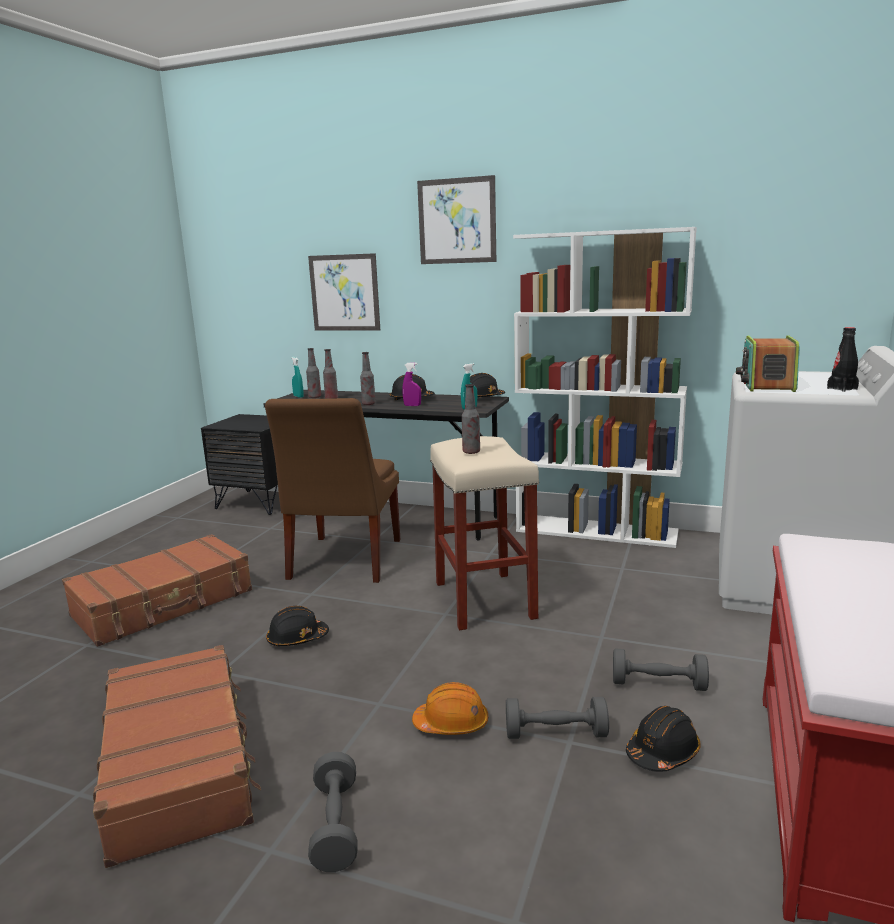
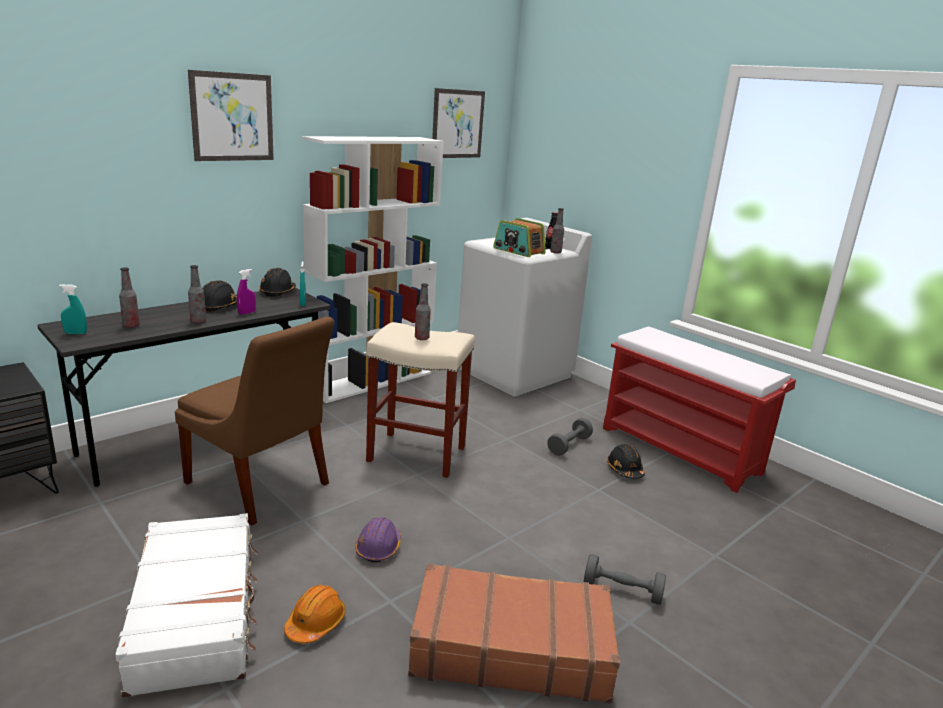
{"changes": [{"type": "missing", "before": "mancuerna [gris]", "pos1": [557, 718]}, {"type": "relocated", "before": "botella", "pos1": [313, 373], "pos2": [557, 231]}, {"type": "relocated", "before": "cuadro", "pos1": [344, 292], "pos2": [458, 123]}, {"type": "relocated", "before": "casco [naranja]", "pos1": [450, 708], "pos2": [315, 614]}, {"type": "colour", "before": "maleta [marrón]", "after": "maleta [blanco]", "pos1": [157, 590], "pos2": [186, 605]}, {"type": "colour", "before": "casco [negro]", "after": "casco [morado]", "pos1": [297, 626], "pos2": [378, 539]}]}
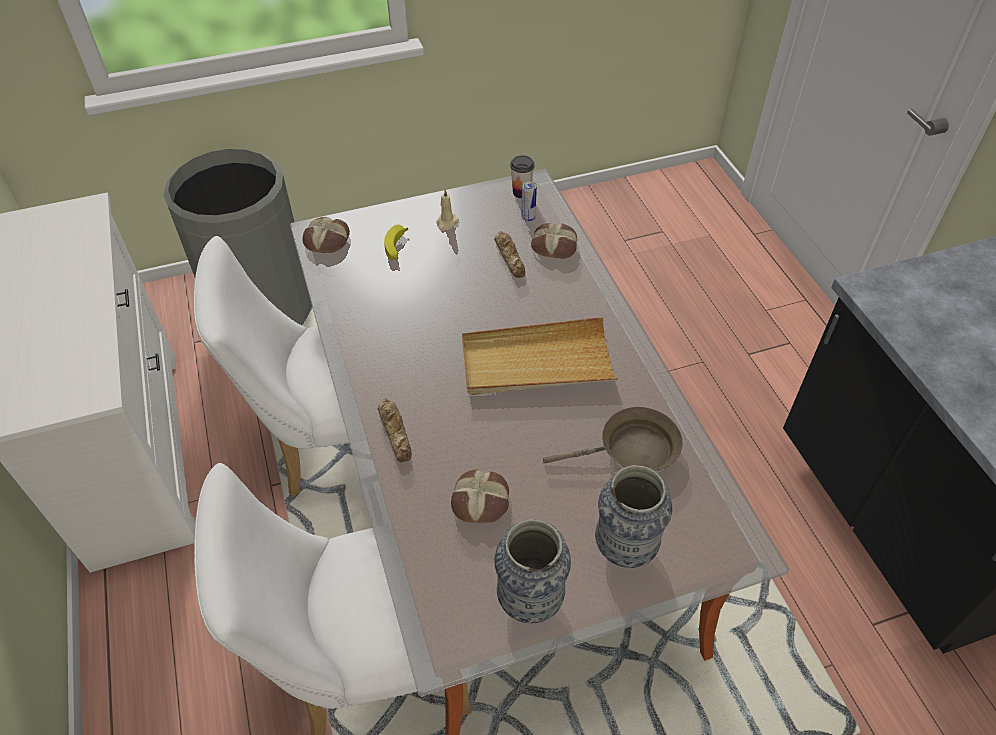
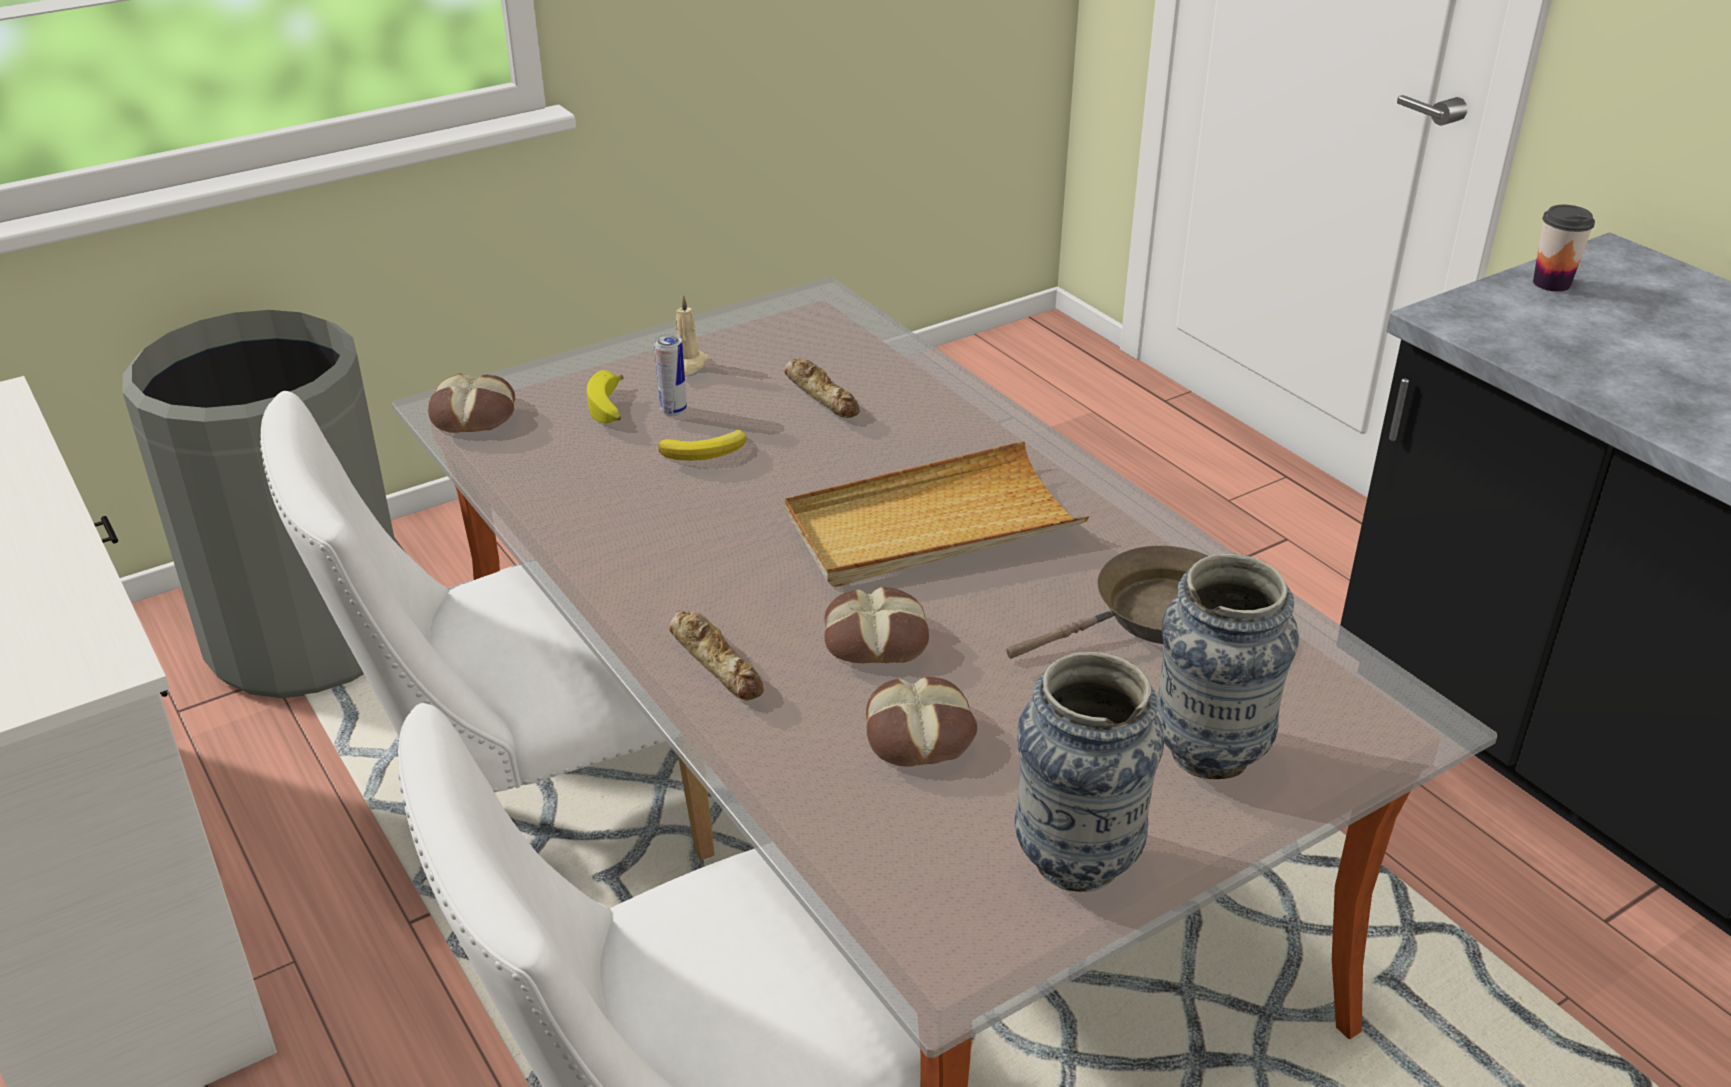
{"changes": [{"type": "appeared", "after": "plátano", "pos2": [702, 445]}, {"type": "relocated", "before": "taza", "pos1": [522, 176], "pos2": [1564, 248]}, {"type": "relocated", "before": "lata", "pos1": [529, 201], "pos2": [670, 375]}, {"type": "relocated", "before": "pan", "pos1": [554, 241], "pos2": [876, 625]}]}
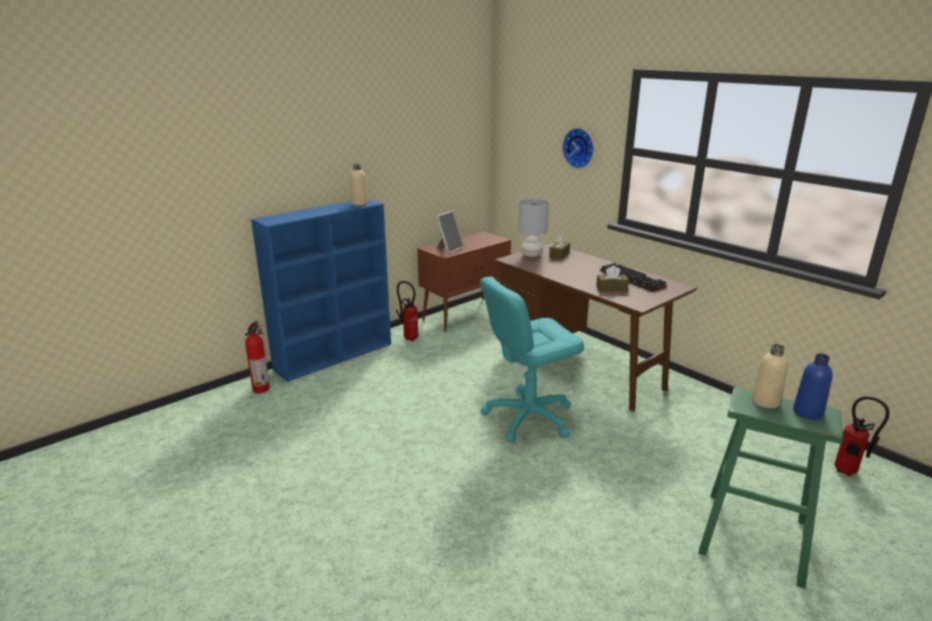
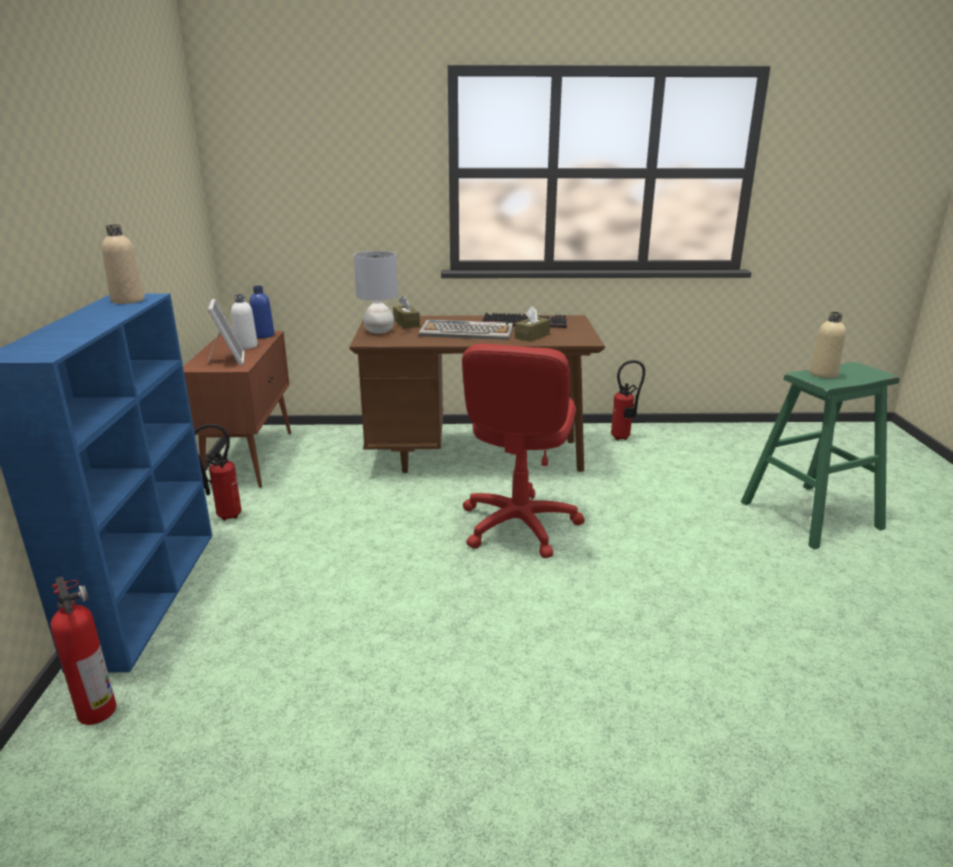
{"changes": [{"type": "missing", "before": "reloj de pared", "pos1": [578, 148]}, {"type": "appeared", "after": "botella [blanco]", "pos2": [244, 321]}, {"type": "appeared", "after": "teclado", "pos2": [466, 330]}, {"type": "relocated", "before": "botella [azul]", "pos1": [813, 386], "pos2": [262, 312]}, {"type": "relocated", "before": "extintor", "pos1": [861, 436], "pos2": [628, 400]}, {"type": "colour", "before": "silla de oficina [turquesa]", "after": "silla de oficina [rojo]", "pos1": [532, 359], "pos2": [523, 451]}]}
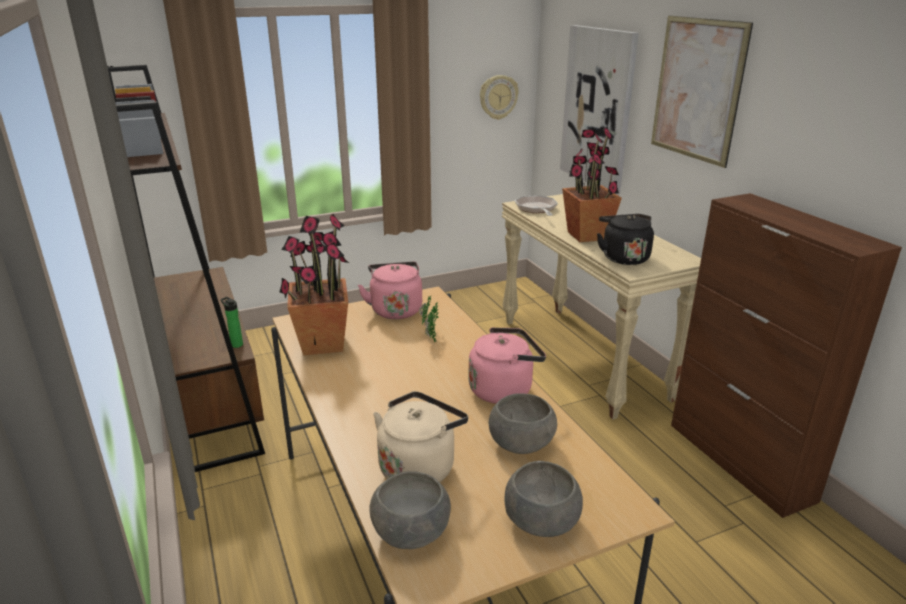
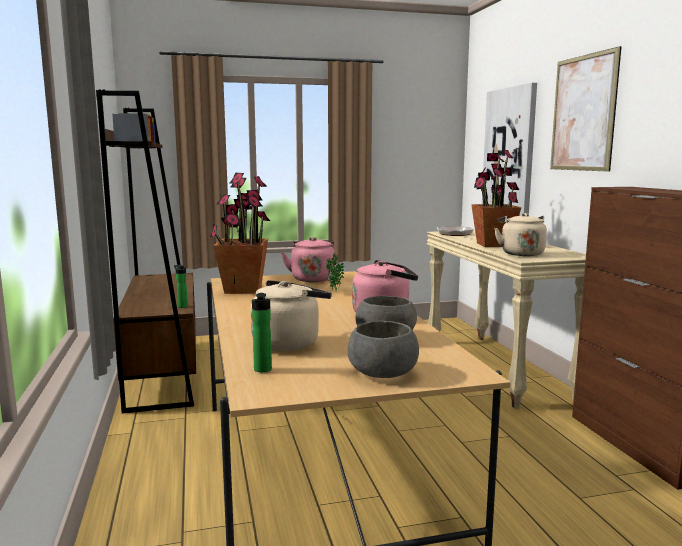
{"changes": [{"type": "missing", "before": "reloj de pared", "pos1": [499, 97]}, {"type": "exchanged", "before": "cuenco [gris]", "after": "botella", "pos1": [410, 510], "pos2": [262, 332]}, {"type": "colour", "before": "hervidor [negro]", "after": "hervidor [beis]", "pos1": [625, 239], "pos2": [520, 234]}]}
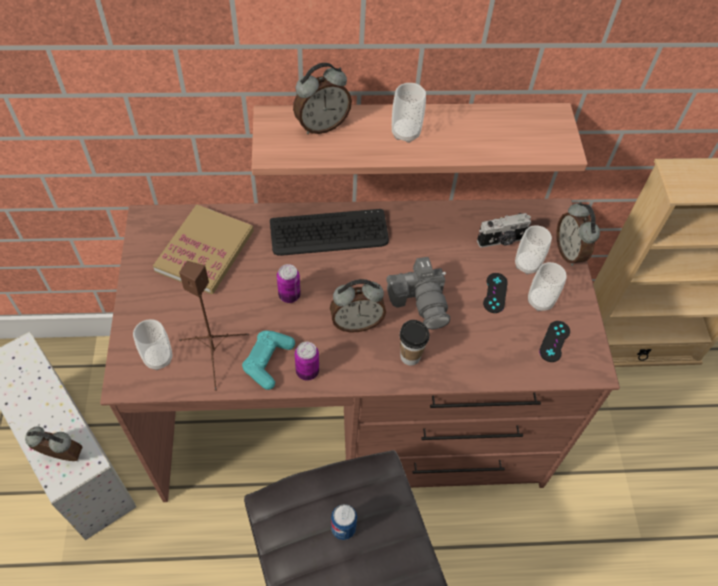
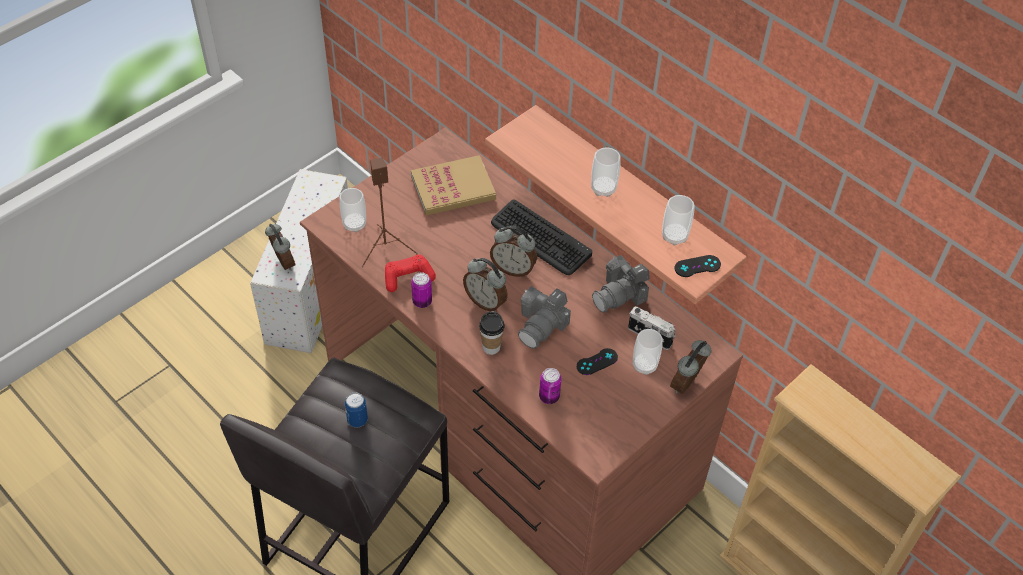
{"changes": [{"type": "appeared", "after": "cámara", "pos2": [621, 284]}, {"type": "relocated", "before": "lata", "pos1": [289, 283], "pos2": [550, 386]}, {"type": "relocated", "before": "despertador", "pos1": [322, 98], "pos2": [513, 251]}, {"type": "relocated", "before": "taza", "pos1": [547, 286], "pos2": [678, 220]}, {"type": "relocated", "before": "mando de consola [negro]", "pos1": [554, 341], "pos2": [698, 266]}, {"type": "colour", "before": "mando de consola [turquesa]", "after": "mando de consola [rojo]", "pos1": [268, 360], "pos2": [410, 273]}]}
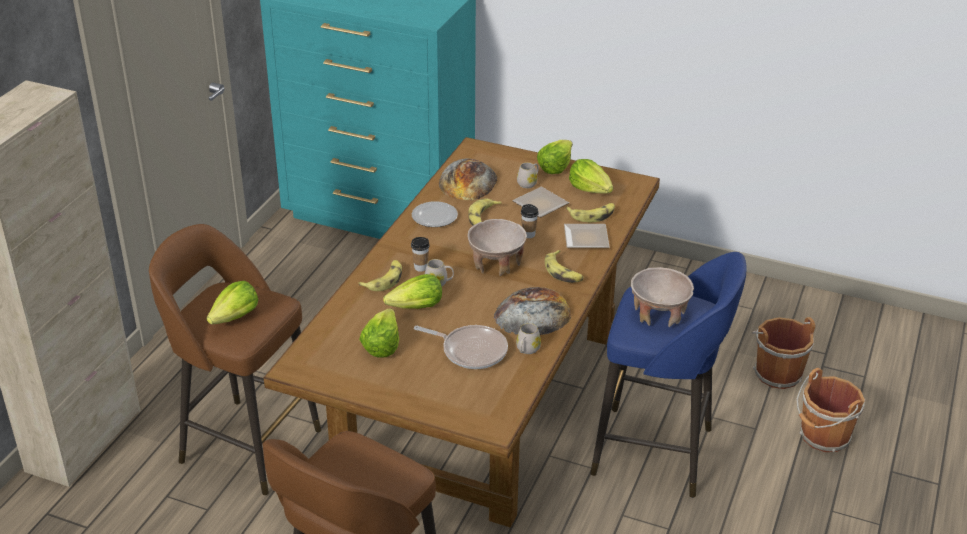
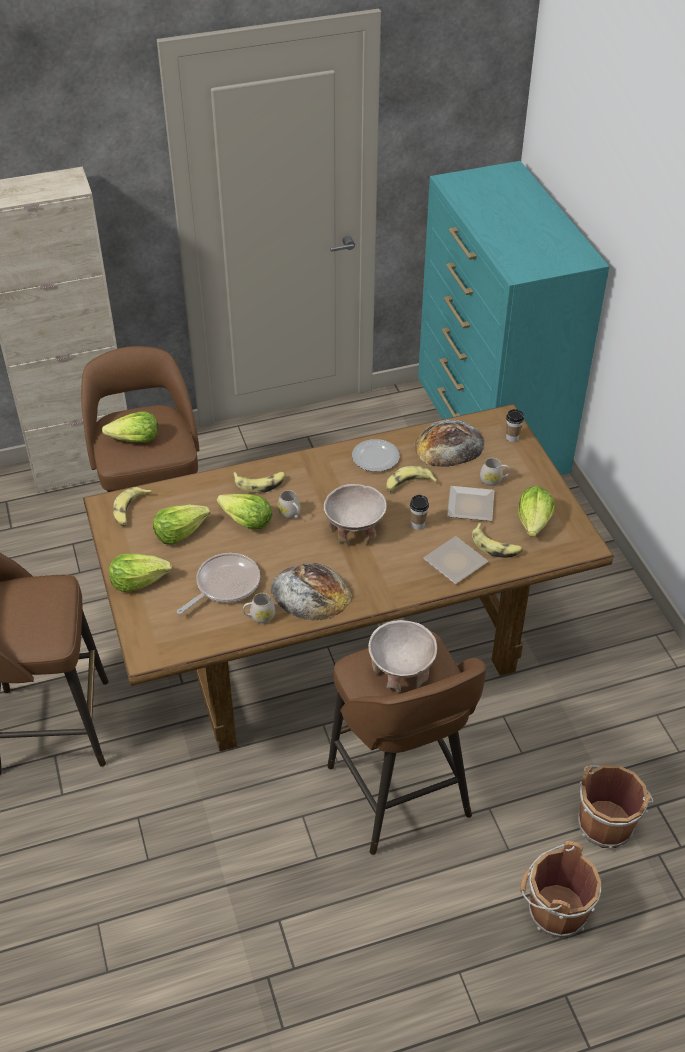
{"changes": [{"type": "relocated", "before": "taza", "pos1": [420, 254], "pos2": [515, 425]}, {"type": "relocated", "before": "lechuga", "pos1": [555, 157], "pos2": [140, 573]}, {"type": "relocated", "before": "plátano", "pos1": [564, 266], "pos2": [132, 507]}, {"type": "colour", "before": "taburete [azul]", "after": "taburete [marrón]", "pos1": [668, 375], "pos2": [406, 743]}, {"type": "spun", "before": "sartén", "pos1": [461, 347], "pos2": [218, 583], "turn": -120}]}
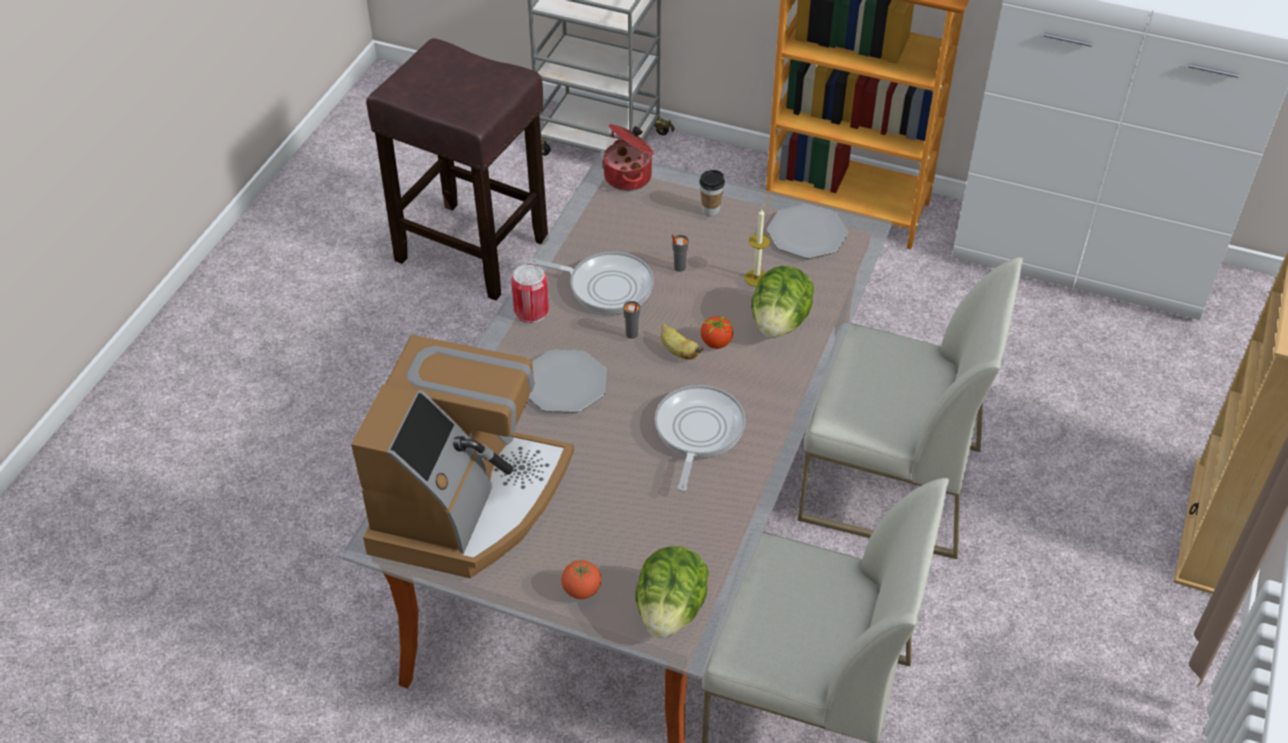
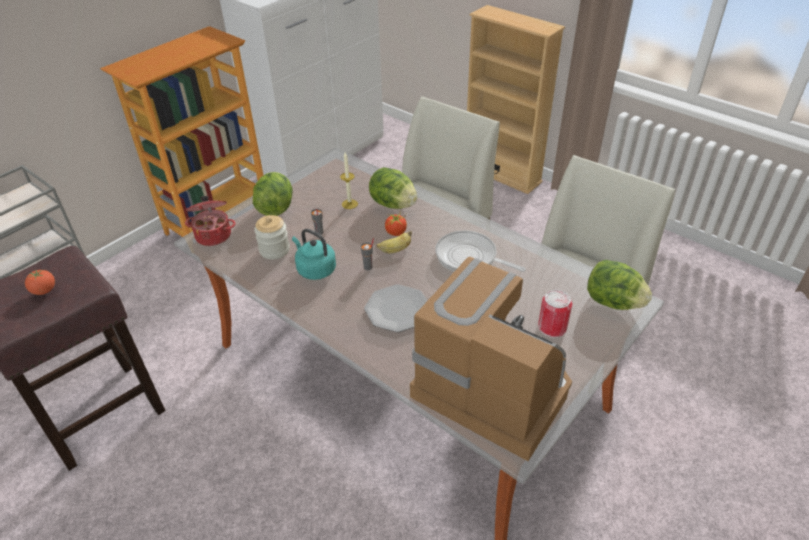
{"changes": [{"type": "missing", "before": "plato", "pos1": [807, 231]}, {"type": "appeared", "after": "tarro", "pos2": [272, 237]}, {"type": "relocated", "before": "lata", "pos1": [530, 293], "pos2": [555, 314]}, {"type": "relocated", "before": "tomate", "pos1": [581, 579], "pos2": [40, 282]}, {"type": "exchanged", "before": "sartén", "after": "hervidor [turquesa]", "pos1": [591, 283], "pos2": [314, 254]}, {"type": "exchanged", "before": "taza", "after": "lechuga", "pos1": [712, 193], "pos2": [273, 194]}]}
